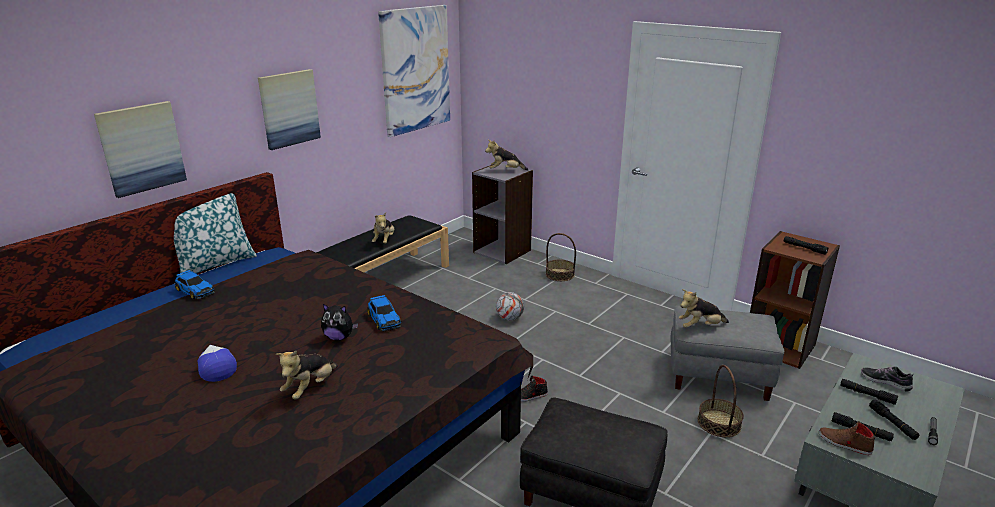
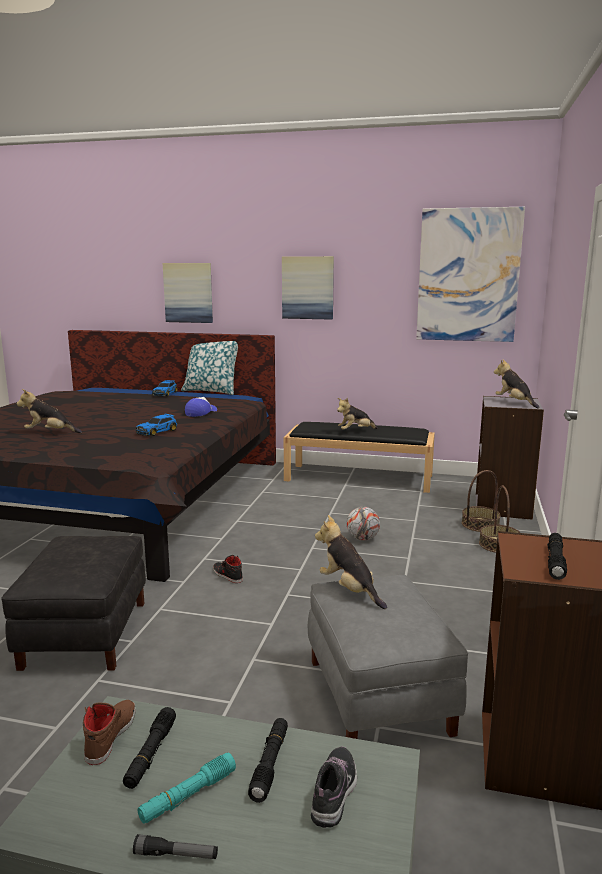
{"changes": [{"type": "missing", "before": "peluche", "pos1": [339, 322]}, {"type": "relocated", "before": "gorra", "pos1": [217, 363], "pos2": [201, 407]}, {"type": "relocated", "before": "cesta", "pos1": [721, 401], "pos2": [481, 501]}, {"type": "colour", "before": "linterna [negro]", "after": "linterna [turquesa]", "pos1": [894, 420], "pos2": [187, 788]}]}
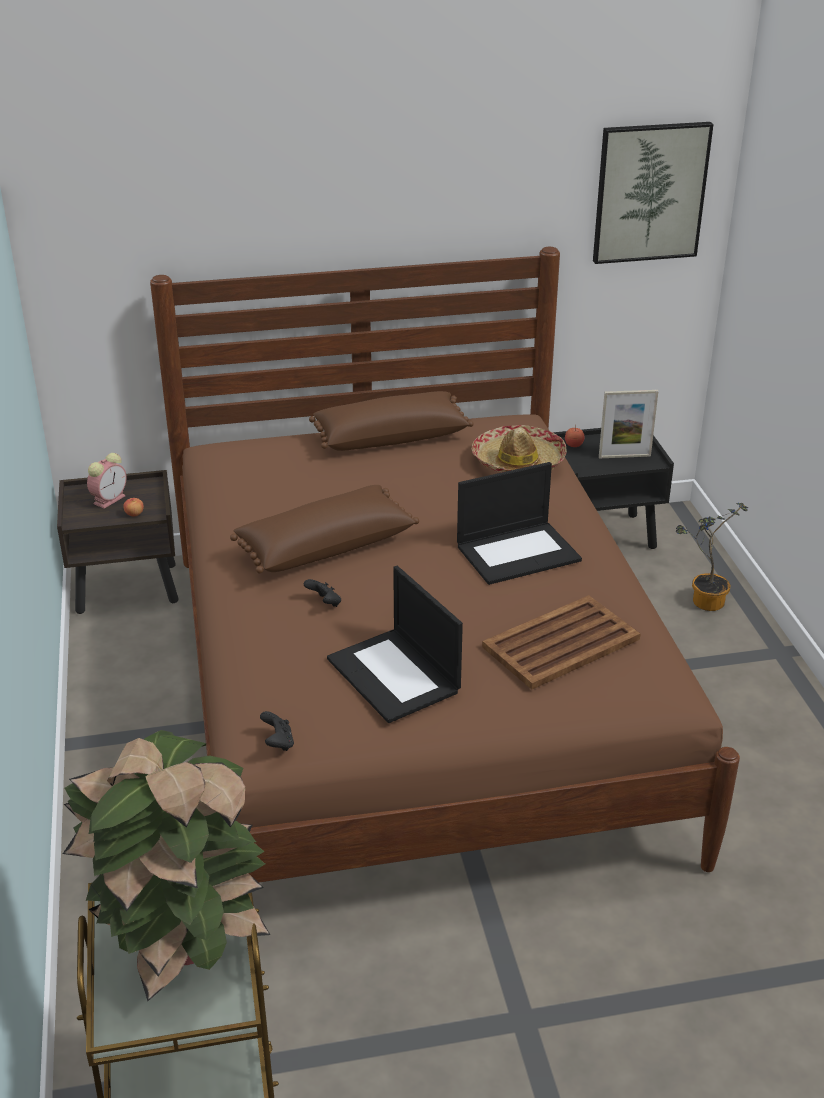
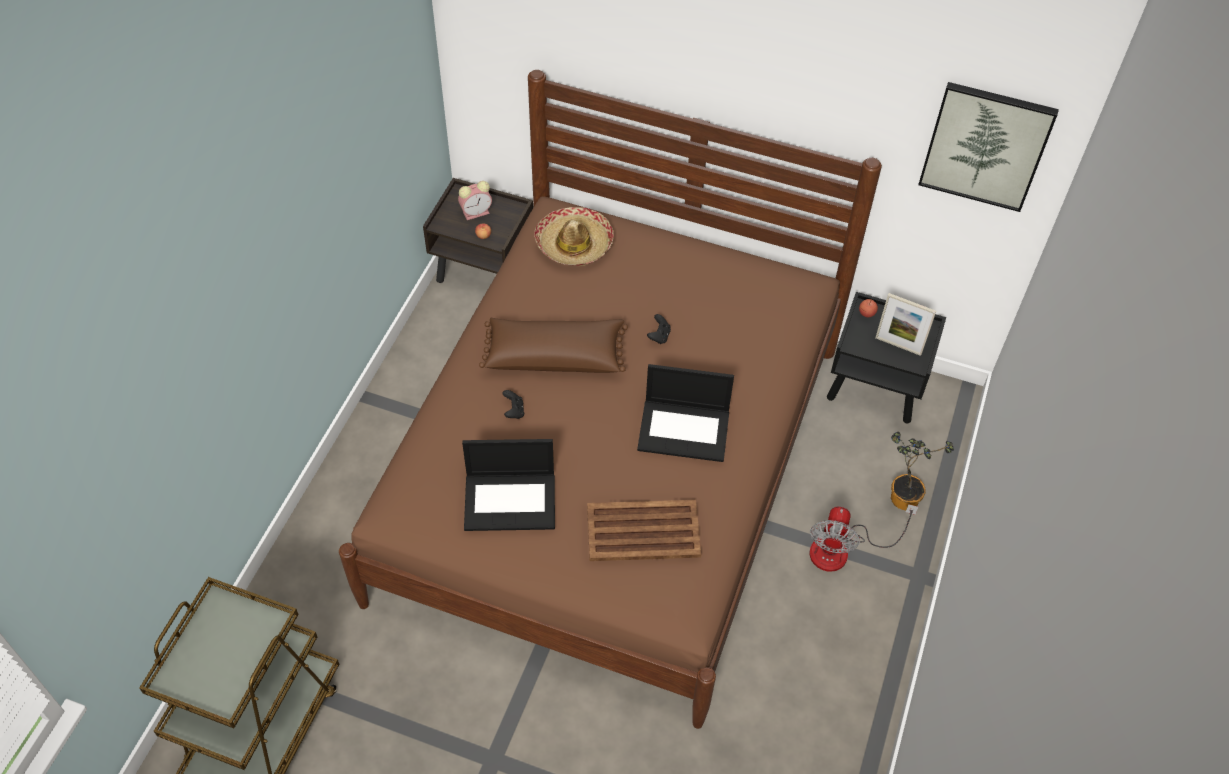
{"changes": [{"type": "missing", "before": "planta en maceta", "pos1": [166, 865]}, {"type": "missing", "before": "cojín [marrón]", "pos1": [391, 421]}, {"type": "appeared", "after": "ventilador", "pos2": [863, 538]}, {"type": "relocated", "before": "mando de consola [negro]", "pos1": [277, 731], "pos2": [659, 329]}, {"type": "relocated", "before": "sombrero", "pos1": [518, 449], "pos2": [574, 236]}, {"type": "spun", "before": "portátil", "pos1": [395, 644], "pos2": [508, 485], "turn": -90}]}
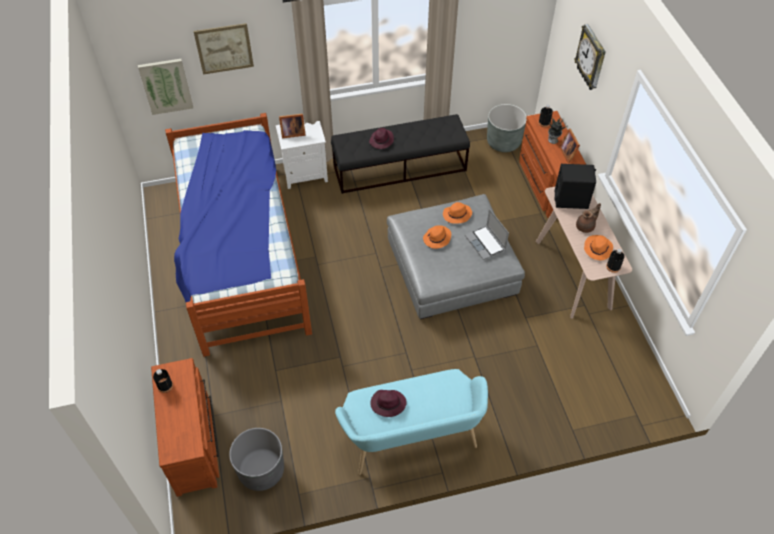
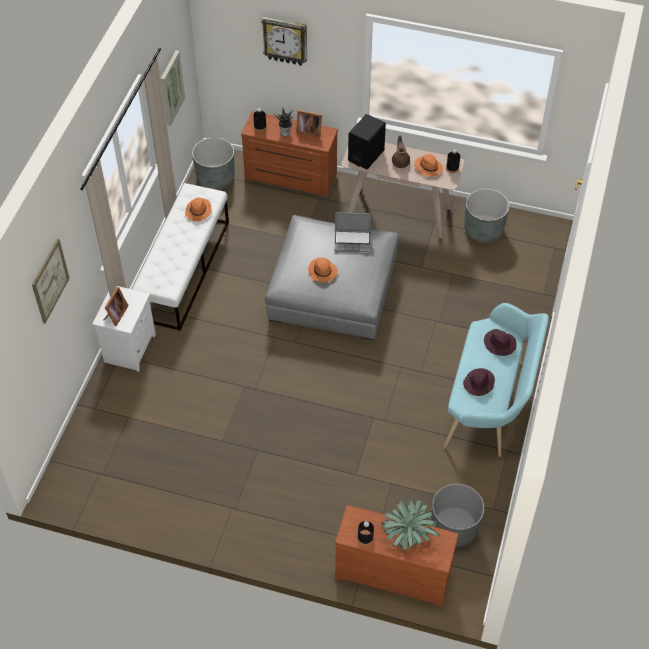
{"changes": [{"type": "missing", "before": "cama", "pos1": [238, 235]}, {"type": "appeared", "after": "planta en maceta", "pos2": [410, 525]}, {"type": "appeared", "after": "maceta [gris]", "pos2": [486, 216]}, {"type": "relocated", "before": "cuadro", "pos1": [165, 87], "pos2": [173, 88]}, {"type": "relocated", "before": "sombrero [morado]", "pos1": [381, 138], "pos2": [500, 342]}, {"type": "relocated", "before": "sombrero [naranja]", "pos1": [457, 213], "pos2": [198, 209]}, {"type": "colour", "before": "banco [negro]", "after": "banco [blanco]", "pos1": [400, 154], "pos2": [180, 257]}]}
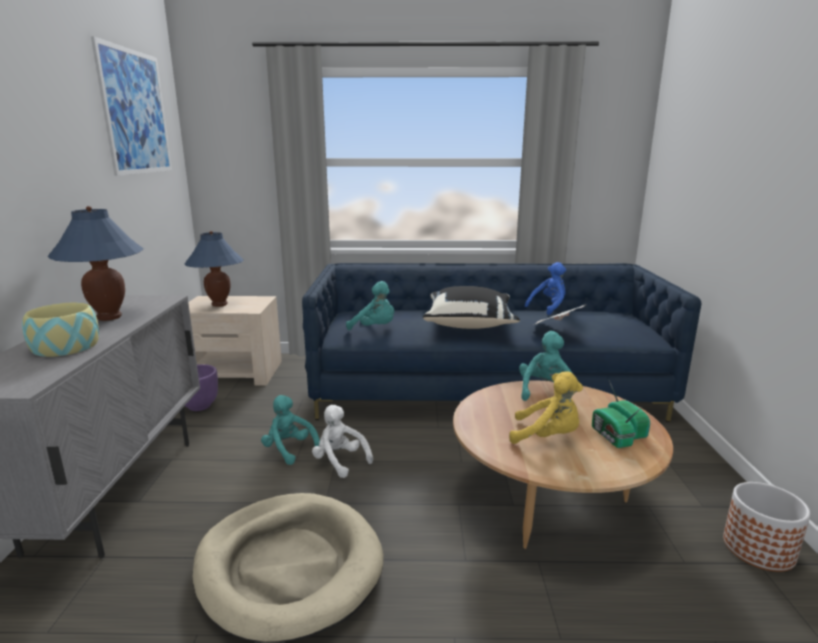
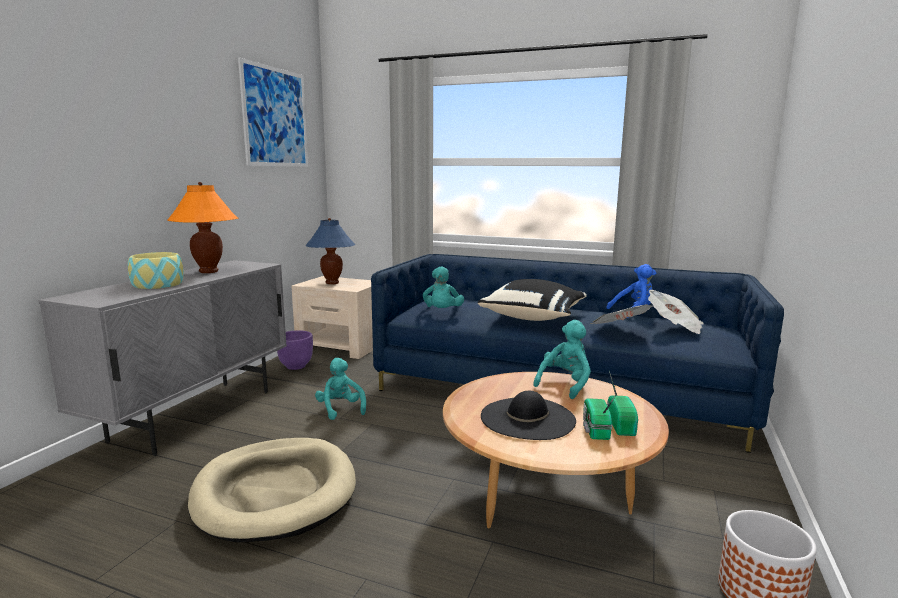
{"changes": [{"type": "missing", "before": "peluche [blanco]", "pos1": [342, 441]}, {"type": "appeared", "after": "periódico", "pos2": [676, 312]}, {"type": "exchanged", "before": "peluche [amarillo]", "after": "sombrero [negro]", "pos1": [546, 407], "pos2": [528, 415]}, {"type": "colour", "before": "lámpara de mesa [azul]", "after": "lámpara de mesa [naranja]", "pos1": [96, 263], "pos2": [203, 227]}, {"type": "spun", "before": "peluche [turquesa]", "pos1": [370, 305], "pos2": [443, 287], "turn": 45}]}
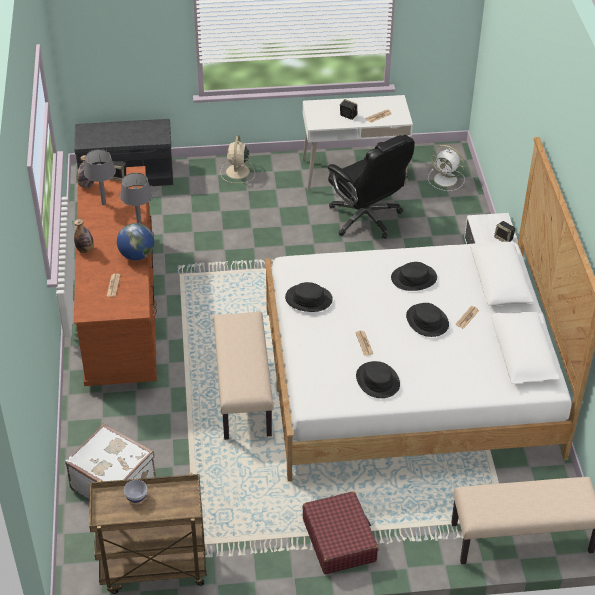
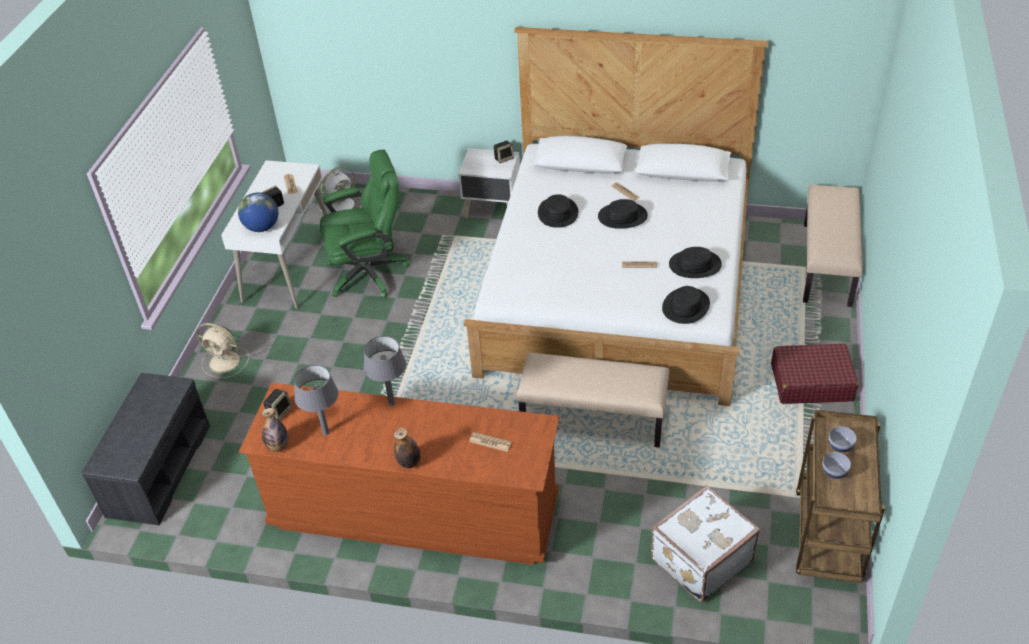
{"changes": [{"type": "appeared", "after": "cuenco", "pos2": [842, 439]}, {"type": "relocated", "before": "globo terráqueo", "pos1": [135, 241], "pos2": [258, 212]}, {"type": "relocated", "before": "sombrero [negro]", "pos1": [309, 297], "pos2": [686, 305]}, {"type": "colour", "before": "silla de oficina [negro]", "after": "silla de oficina [verde]", "pos1": [371, 187], "pos2": [365, 224]}]}
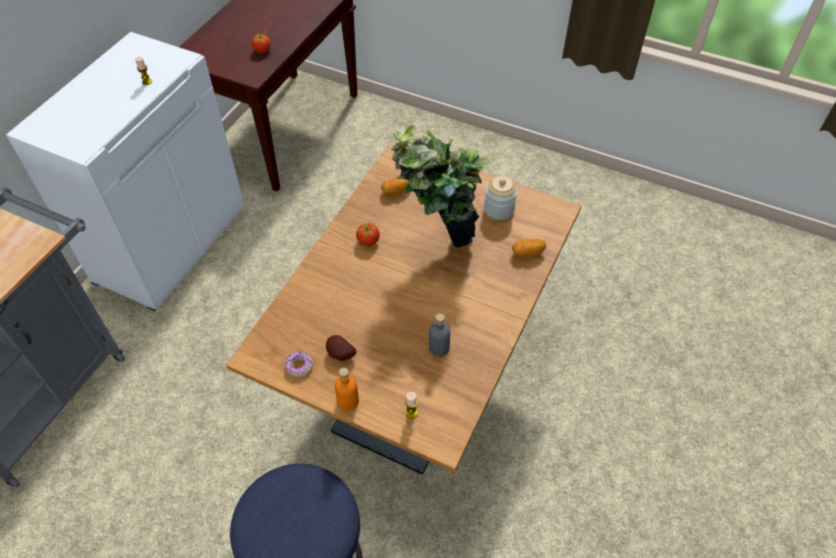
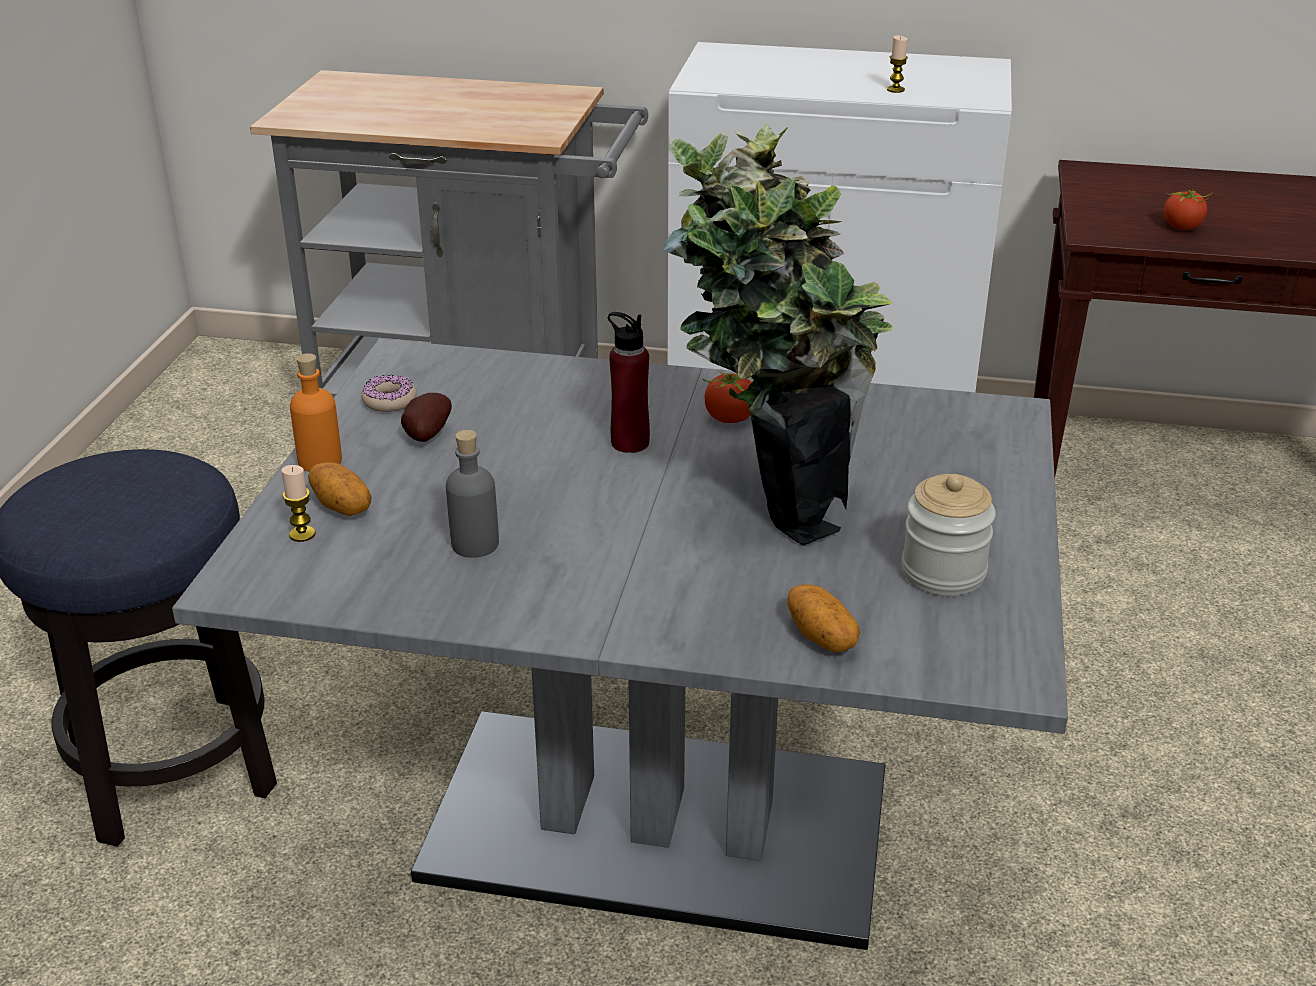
{"changes": [{"type": "appeared", "after": "botella [rojo]", "pos2": [629, 382]}, {"type": "relocated", "before": "patata", "pos1": [395, 186], "pos2": [340, 489]}, {"type": "colour", "before": "mesa de comedor [marrón]", "after": "mesa de comedor [gris]", "pos1": [403, 308], "pos2": [620, 644]}]}
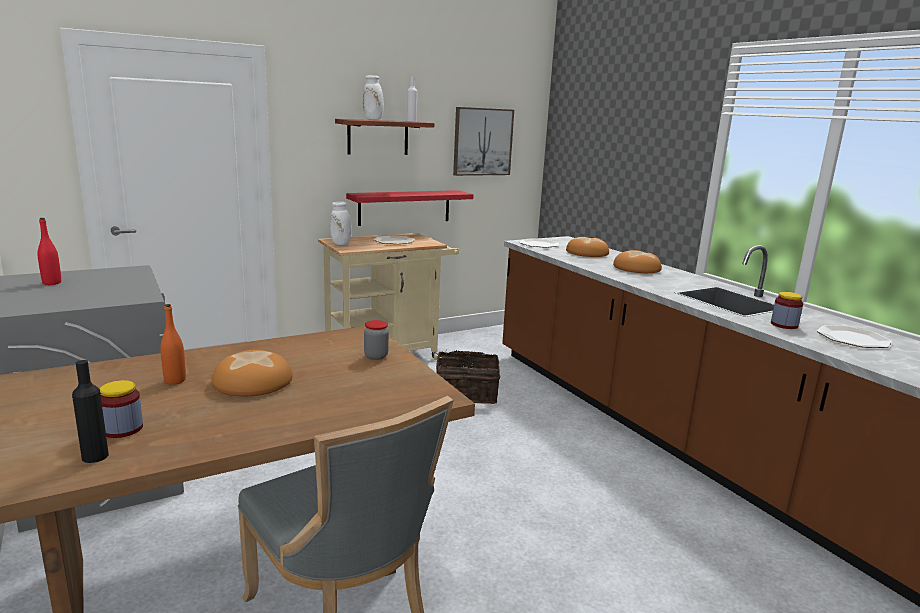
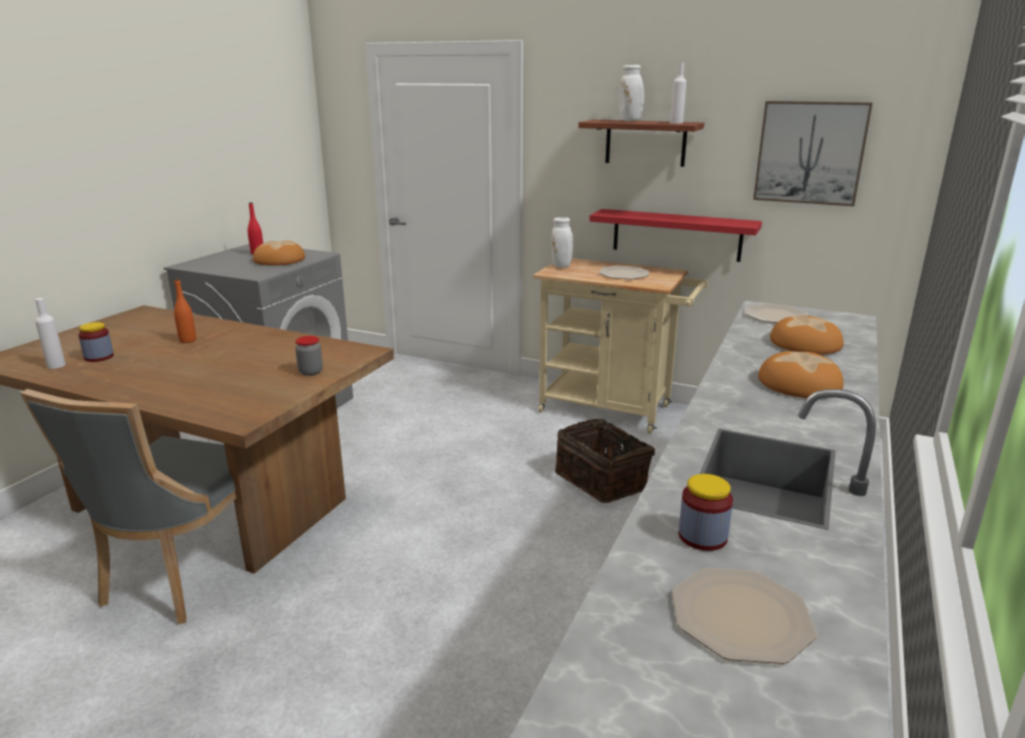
{"changes": [{"type": "relocated", "before": "pan", "pos1": [252, 373], "pos2": [279, 253]}, {"type": "colour", "before": "botella [negro]", "after": "botella [blanco]", "pos1": [90, 411], "pos2": [50, 333]}]}
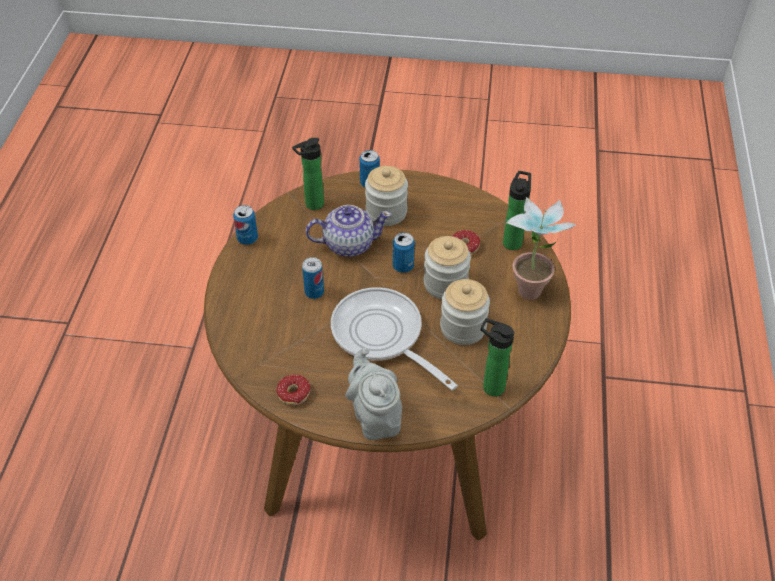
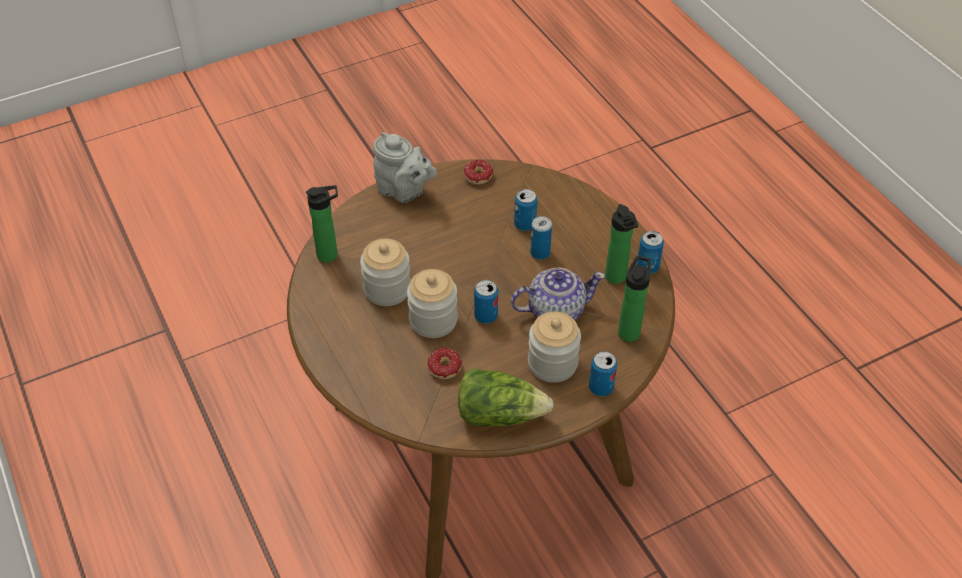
{"changes": [{"type": "missing", "before": "sartén", "pos1": [394, 338]}, {"type": "missing", "before": "planta en maceta", "pos1": [541, 248]}, {"type": "appeared", "after": "lechuga", "pos2": [506, 397]}, {"type": "appeared", "after": "lata", "pos2": [526, 210]}, {"type": "relocated", "before": "botella", "pos1": [517, 210], "pos2": [621, 244]}, {"type": "spun", "before": "tetera", "pos1": [348, 231], "pos2": [558, 294], "turn": -150}]}
